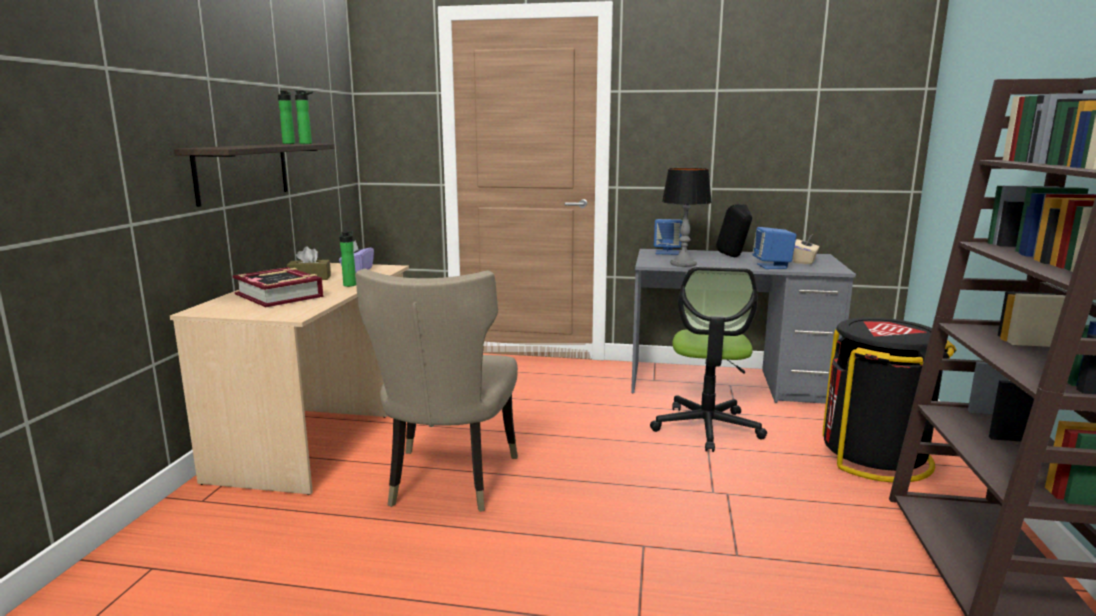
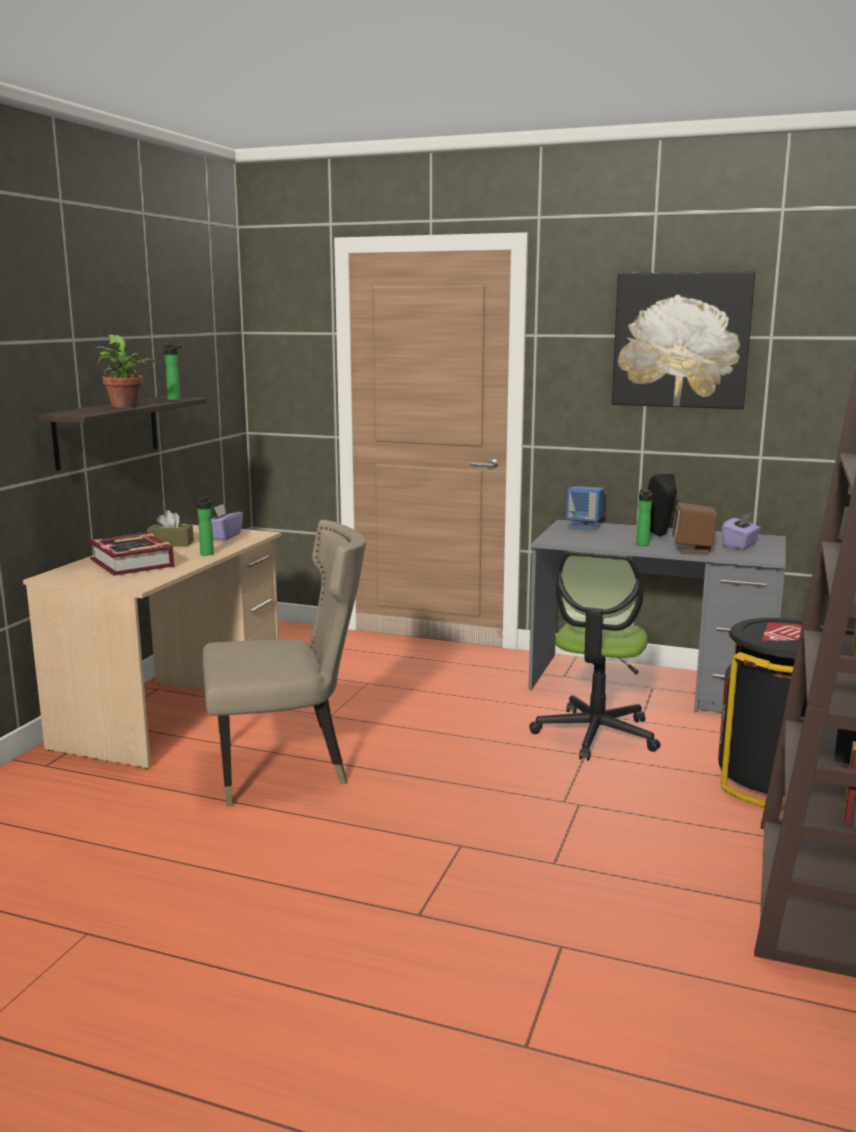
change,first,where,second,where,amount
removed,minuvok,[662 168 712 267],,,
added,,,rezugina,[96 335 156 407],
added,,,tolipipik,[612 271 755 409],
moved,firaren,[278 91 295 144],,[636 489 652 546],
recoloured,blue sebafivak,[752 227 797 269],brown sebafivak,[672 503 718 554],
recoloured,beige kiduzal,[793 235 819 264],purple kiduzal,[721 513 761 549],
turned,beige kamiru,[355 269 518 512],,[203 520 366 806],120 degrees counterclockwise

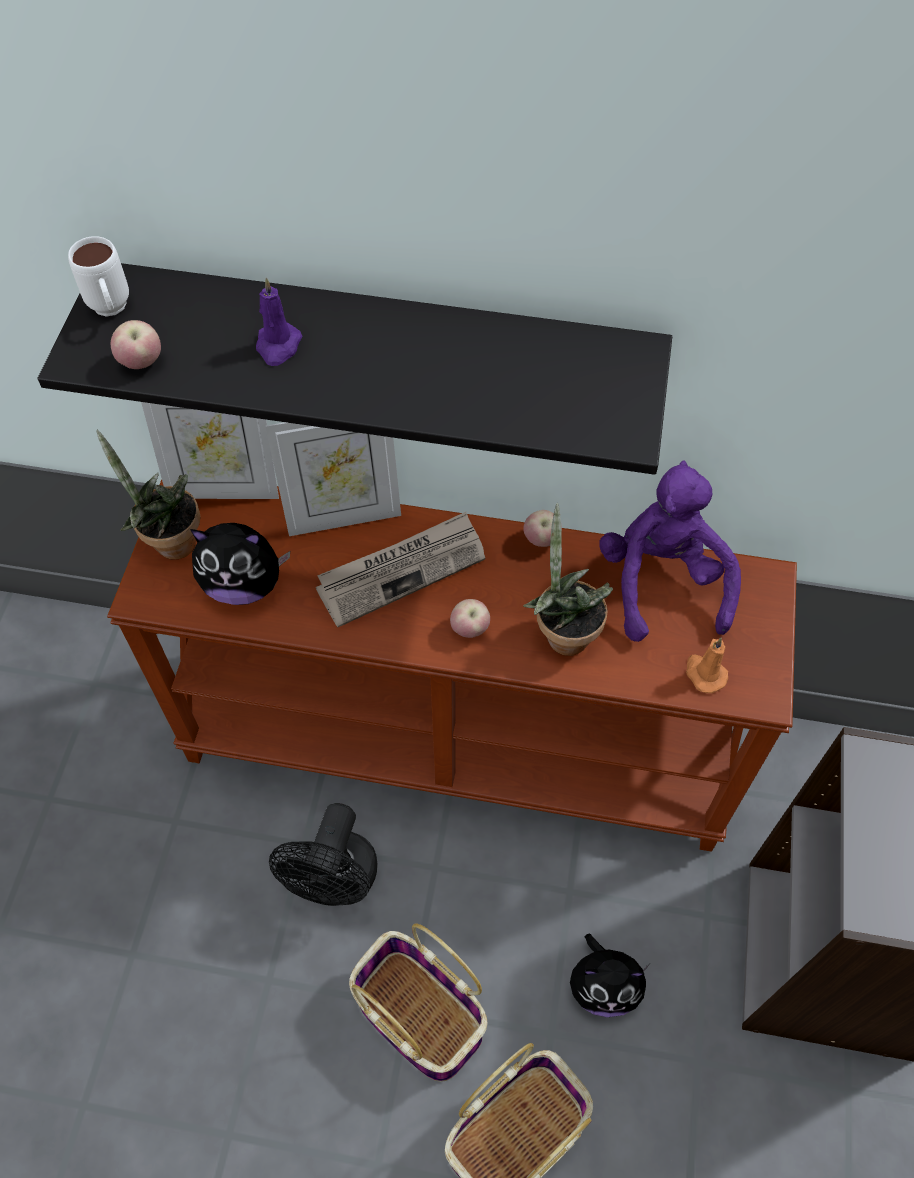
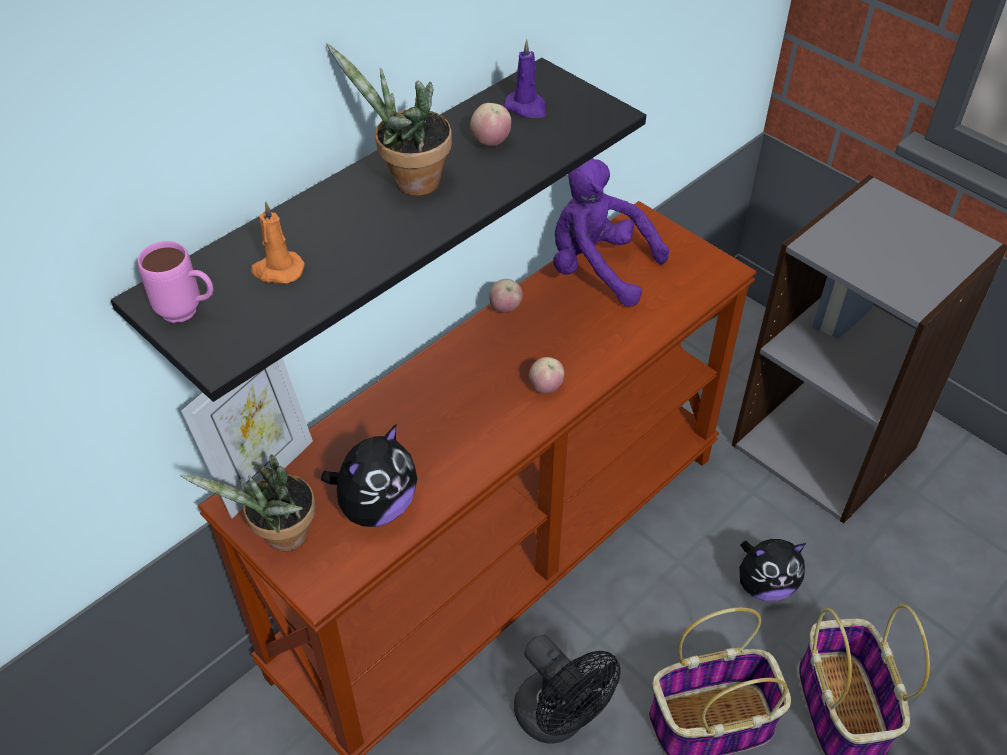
change,first,where,second,where,amount
removed,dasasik,[266 422 401 536],,,
removed,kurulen,[316 512 485 627],,,
moved,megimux,[111 320 161 369],,[470 103 511 146],
moved,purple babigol,[256 278 302 366],,[504 40 546 118],
moved,rezugina,[523 503 613 656],,[327 43 452 196],
moved,orange babigol,[686 638 728 693],,[251 201 305 284],
recoloured,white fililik,[68 236 129 316],pink fililik,[138 241 213 323],
turned,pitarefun,[570 934 650 1017],,[739 539 806 601],45 degrees clockwise

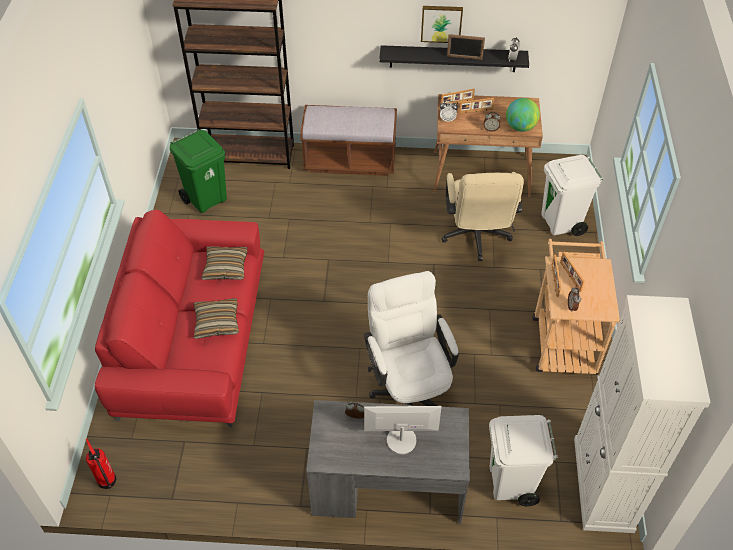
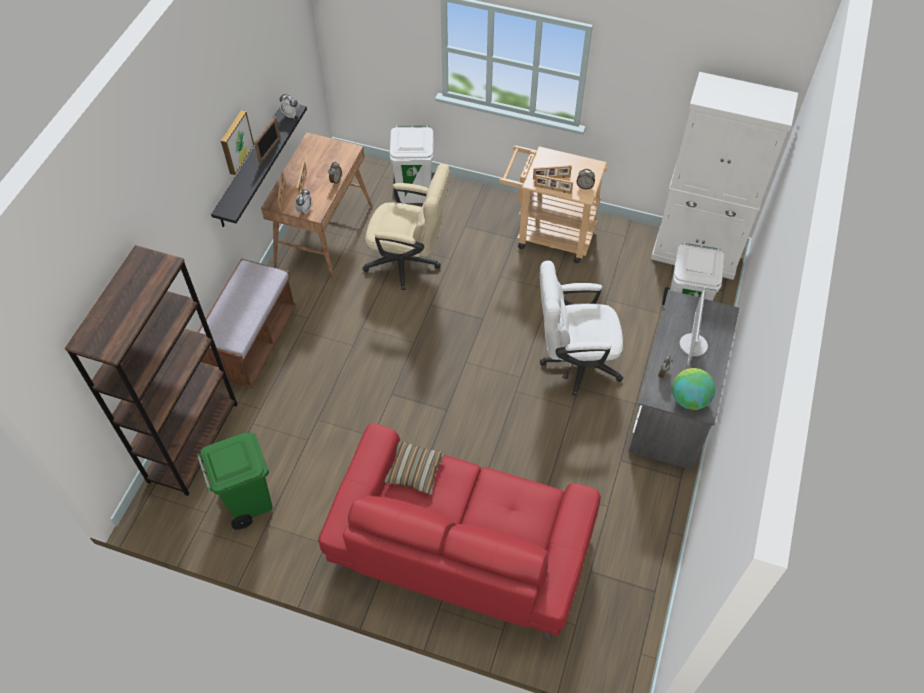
change,first,where,second,where,amount
removed,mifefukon,[86 439 116 489],,,
removed,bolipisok,[194 298 239 339],,,
moved,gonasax,[506 98 540 132],,[672 368 715 410],

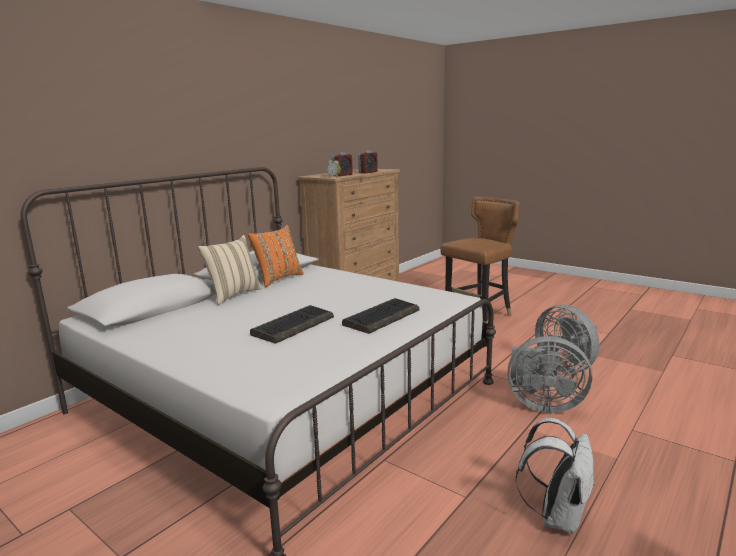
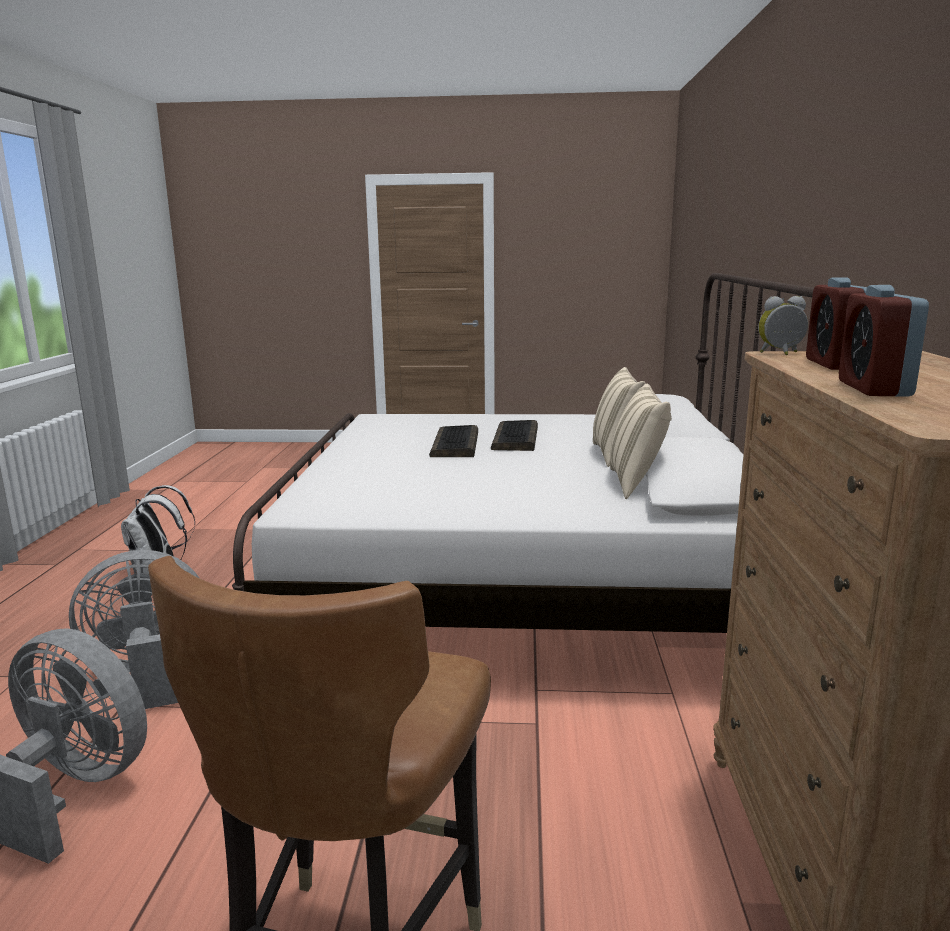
change,first,where,second,where,amount
moved,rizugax,[342 298 419 334],,[491 420 538 451],
recoloured,orange bolipisok,[248 225 304 287],beige bolipisok,[610 384 672 499],

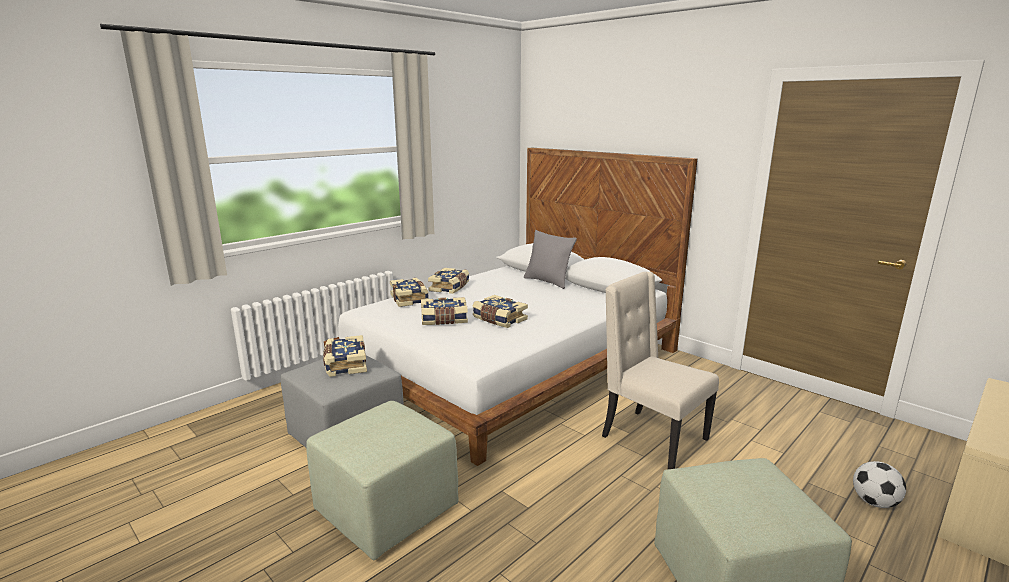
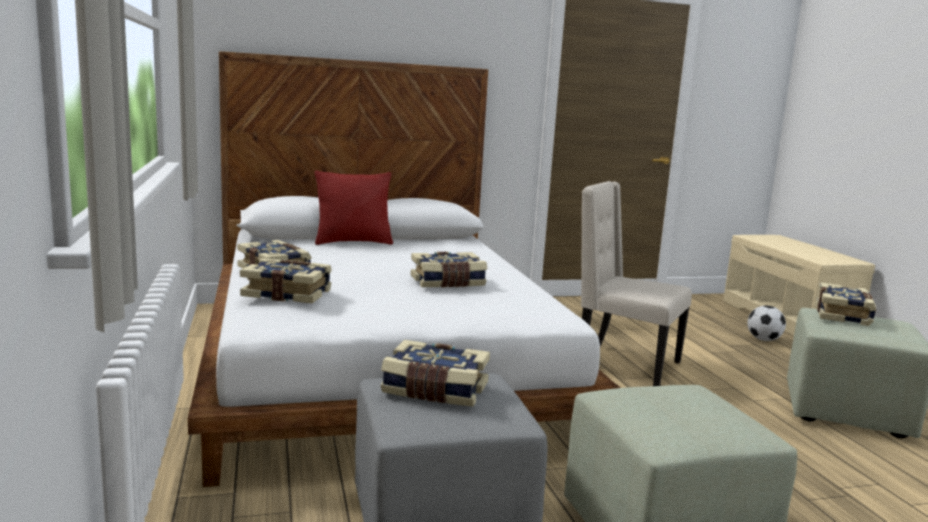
change,first,where,second,where,amount
moved,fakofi,[421 297 468 325],,[816 282 876 326],
recoloured,grey bolipisok,[524 230 577 289],red bolipisok,[315 170 393 245],
turned,beige kamiru,[602 272 719 469],,[581 181 692 386],45 degrees clockwise

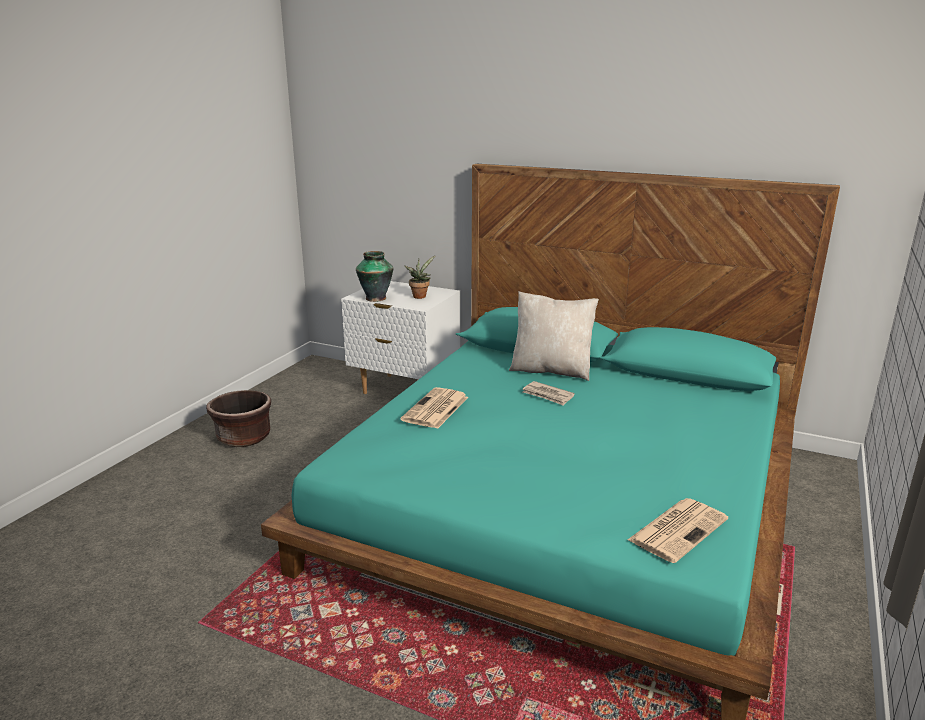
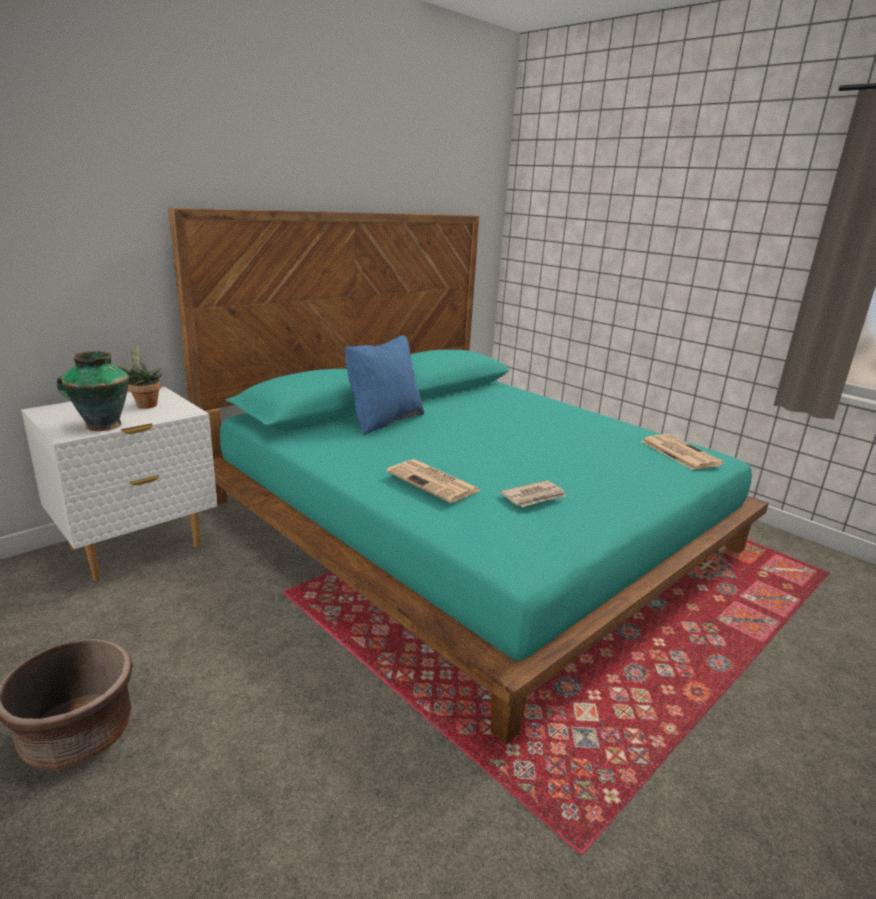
change,first,where,second,where,amount
moved,kurulen,[523 381 575 406],,[500 480 567 507],
recoloured,beige bolipisok,[509 291 599 381],blue bolipisok,[345 335 424 435],

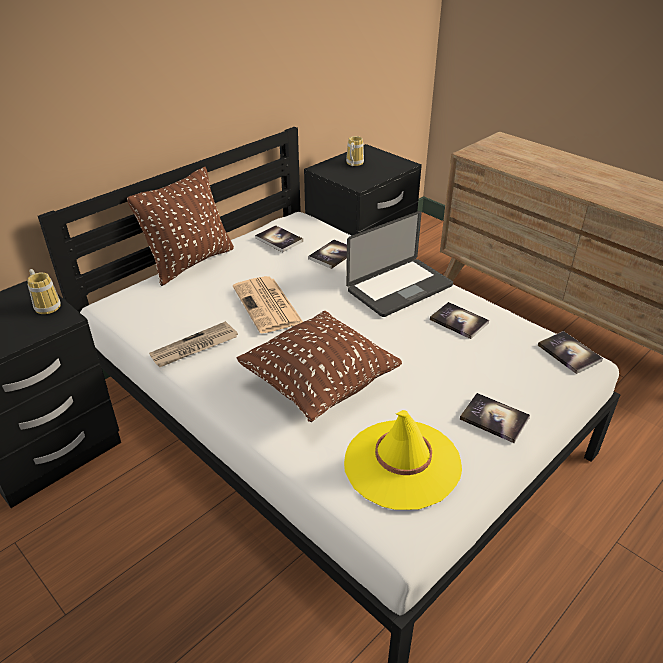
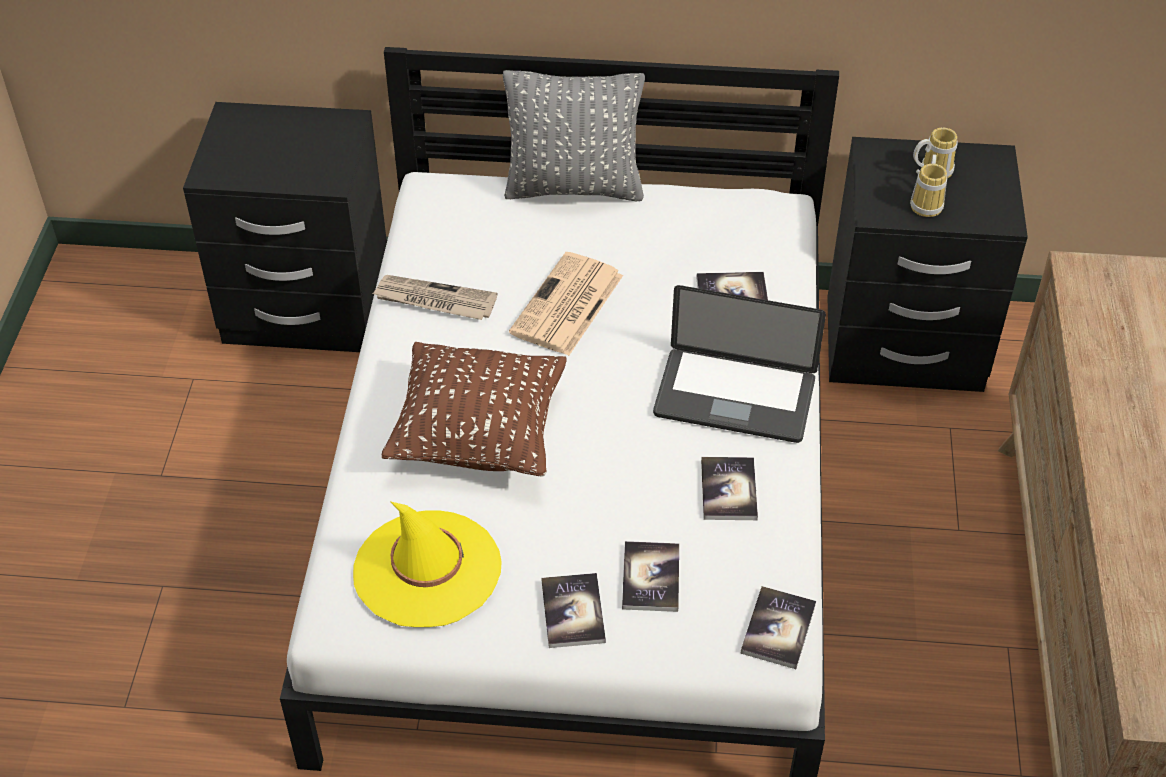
change,first,where,second,where,amount
moved,fililik,[27 269 61 314],,[910 154 947 217],
moved,fakofi,[255 225 303 252],,[622 541 679 612],
recoloured,brown bolipisok,[127 167 234 286],grey bolipisok,[503 70 645 201],

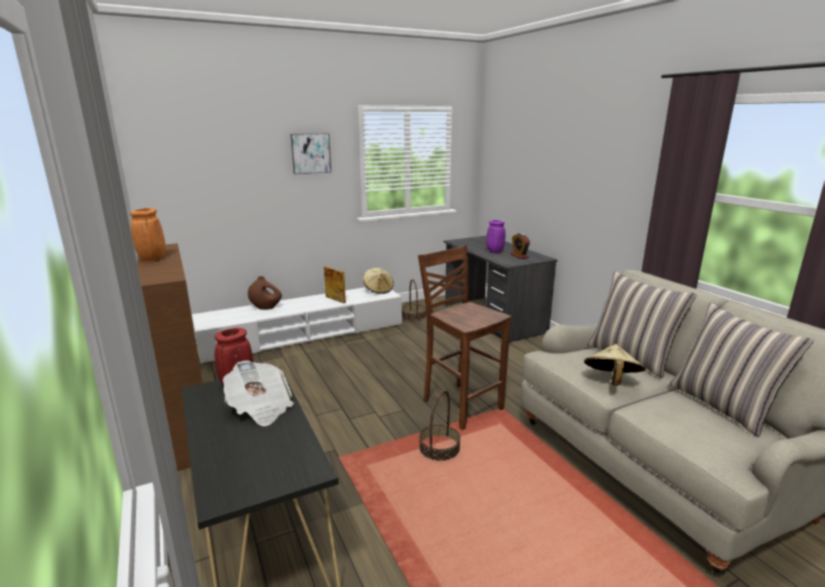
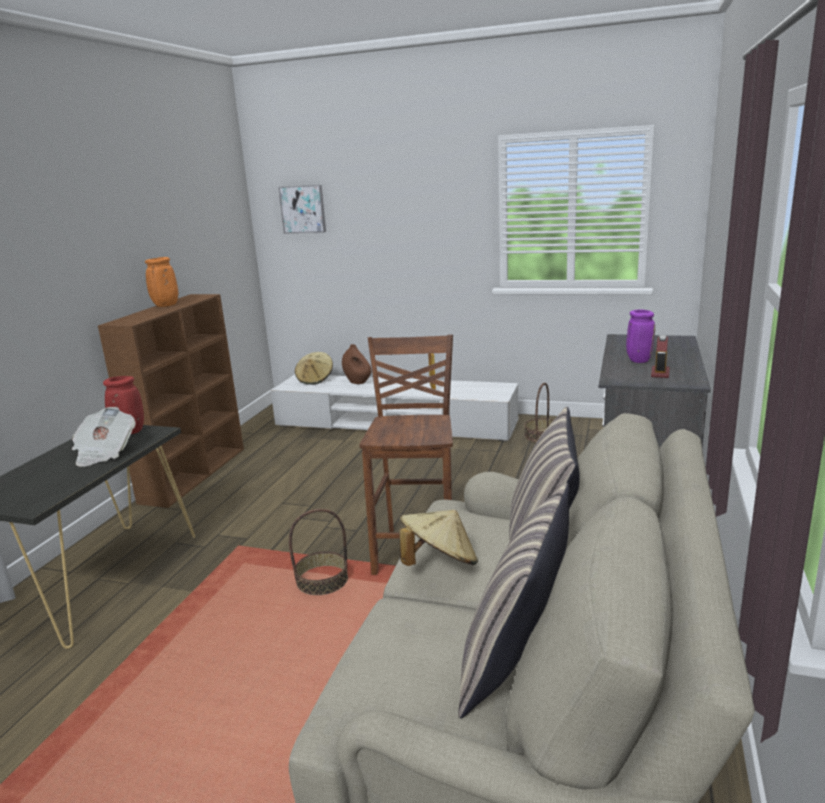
change,first,where,second,where,amount
moved,tolipipik,[291 133 331 174],,[278 185 326 234],
moved,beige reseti,[363 268 394 294],,[295 352 333 385],

